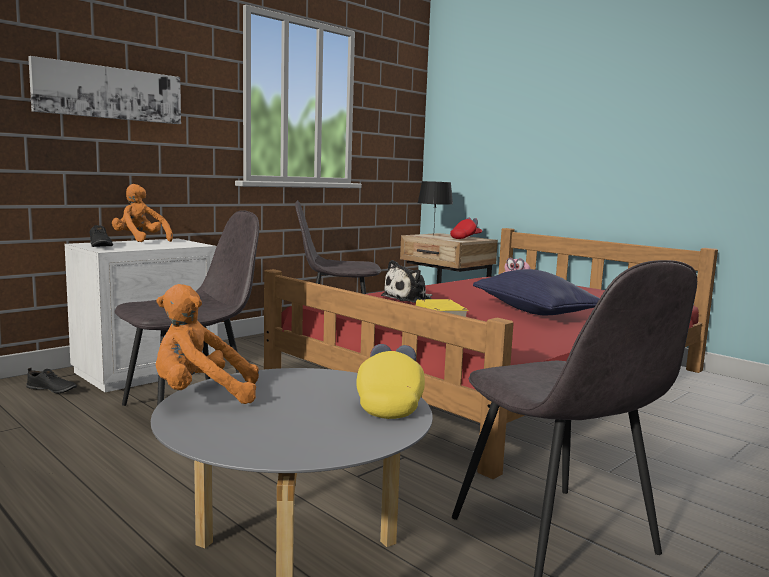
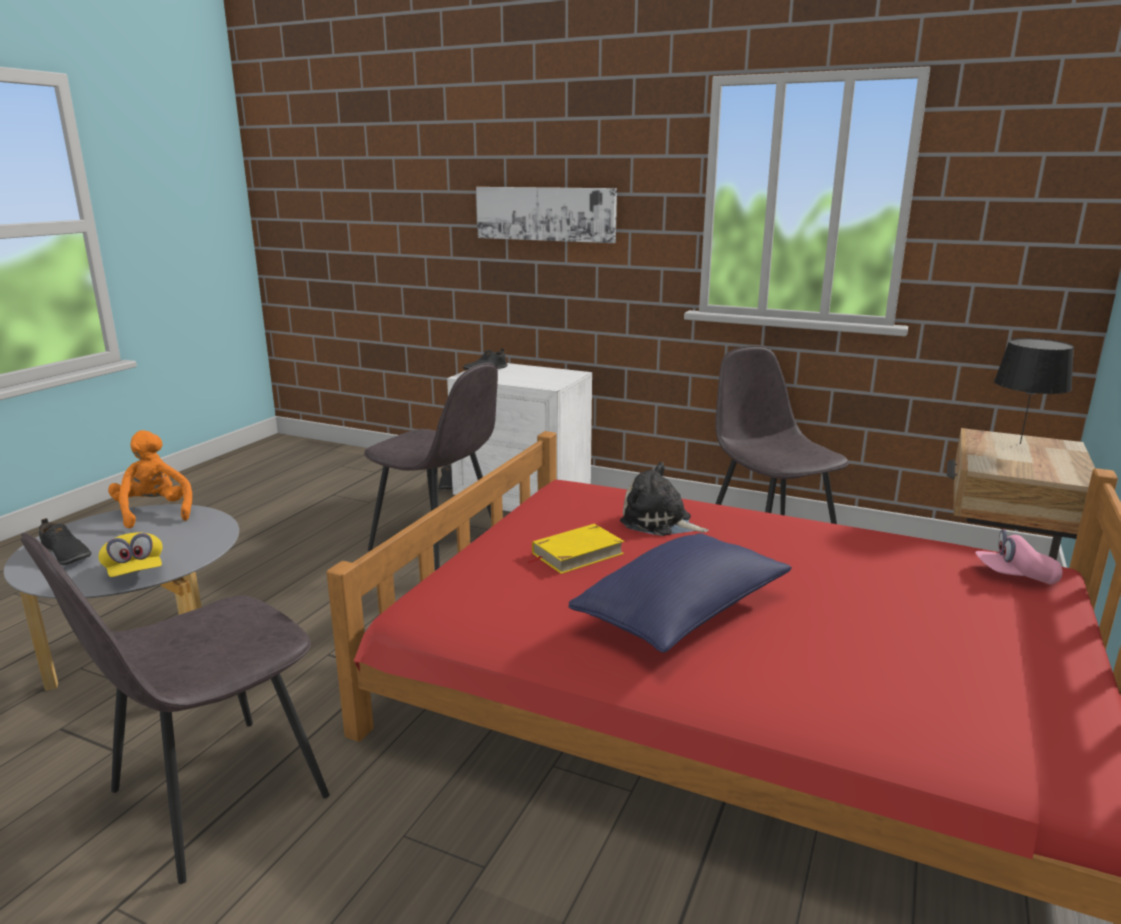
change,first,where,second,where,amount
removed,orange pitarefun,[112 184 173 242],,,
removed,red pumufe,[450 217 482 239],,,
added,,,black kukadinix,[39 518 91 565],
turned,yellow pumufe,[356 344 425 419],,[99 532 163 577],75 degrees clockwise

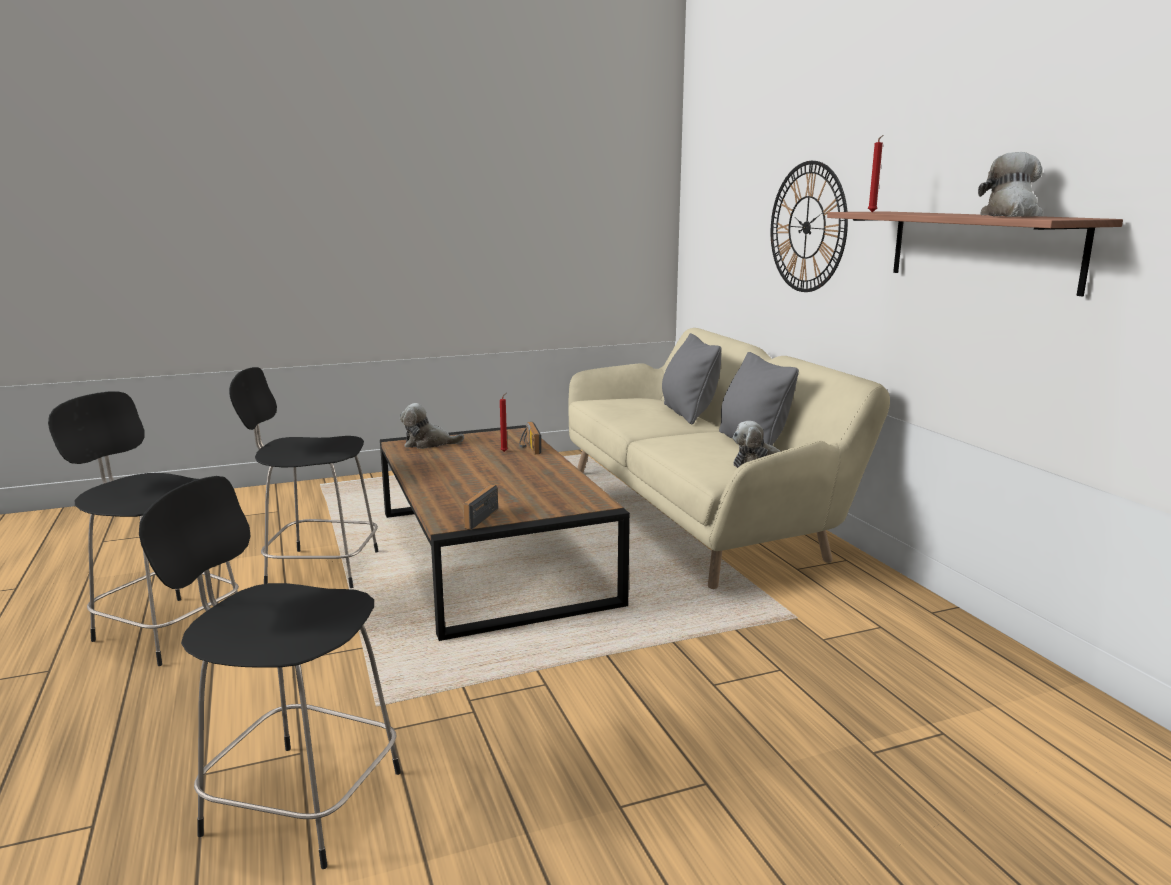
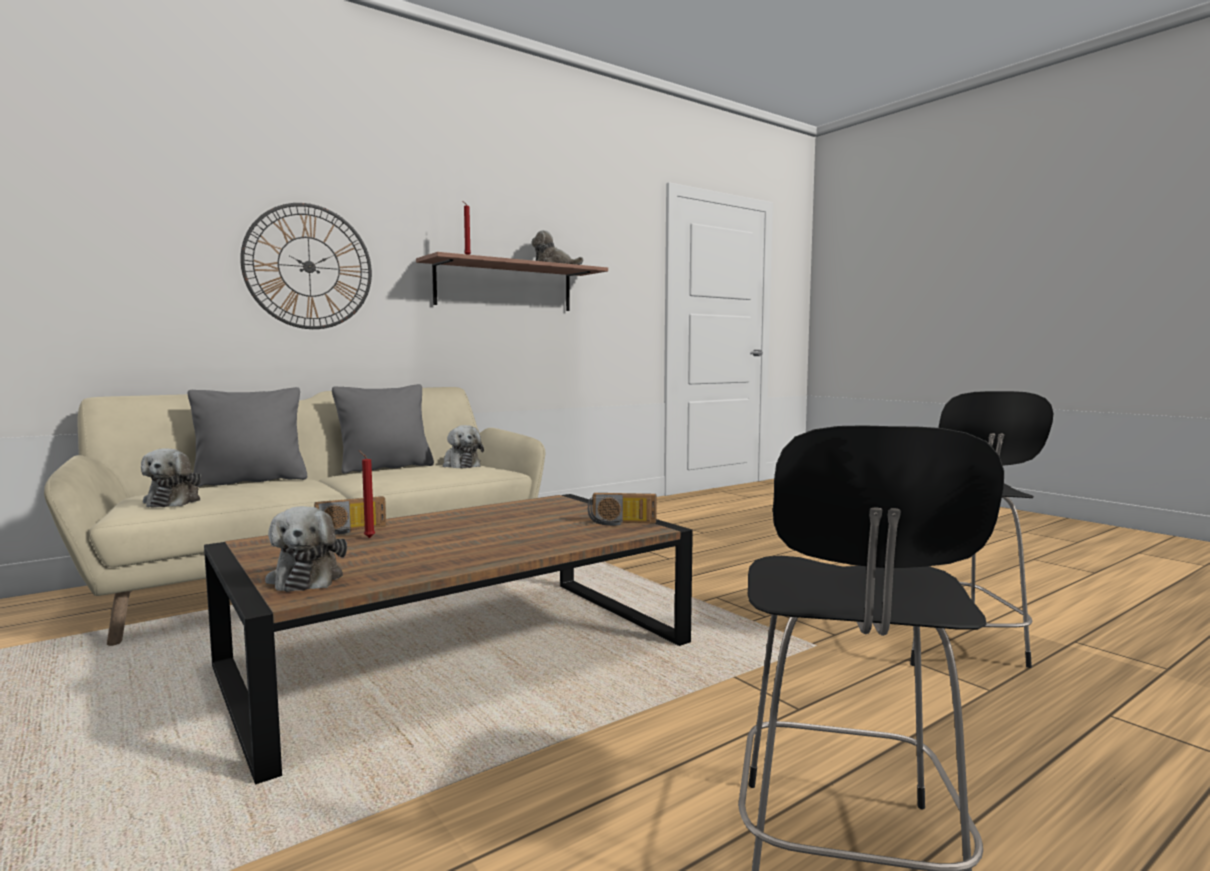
change,first,where,second,where,amount
removed,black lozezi,[229 367 379 588],,,
added,,,pitarefun,[141 448 202 508],

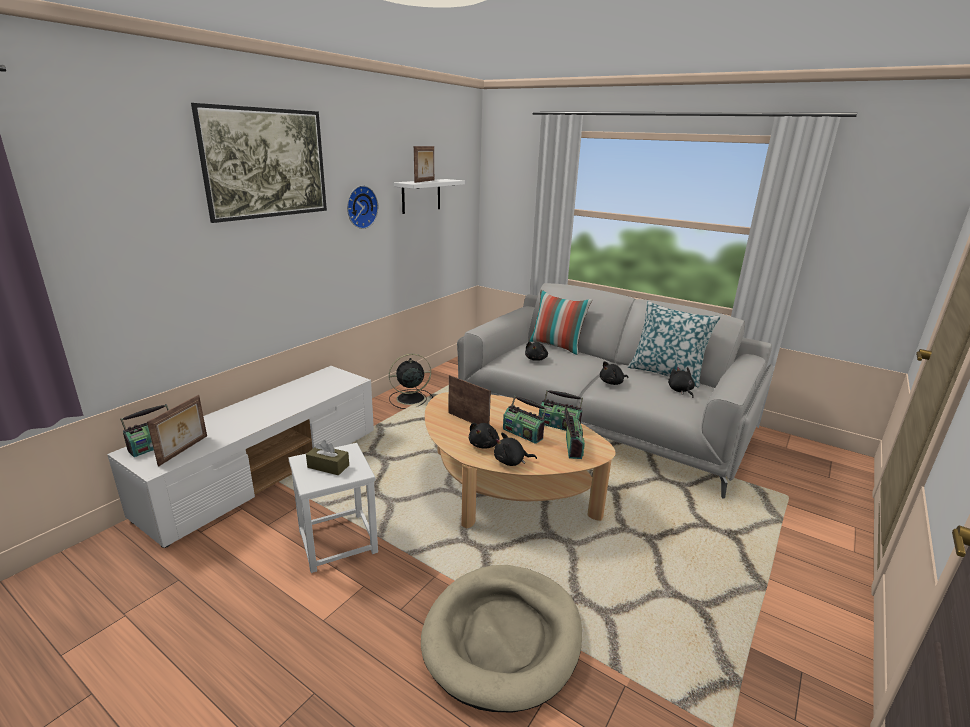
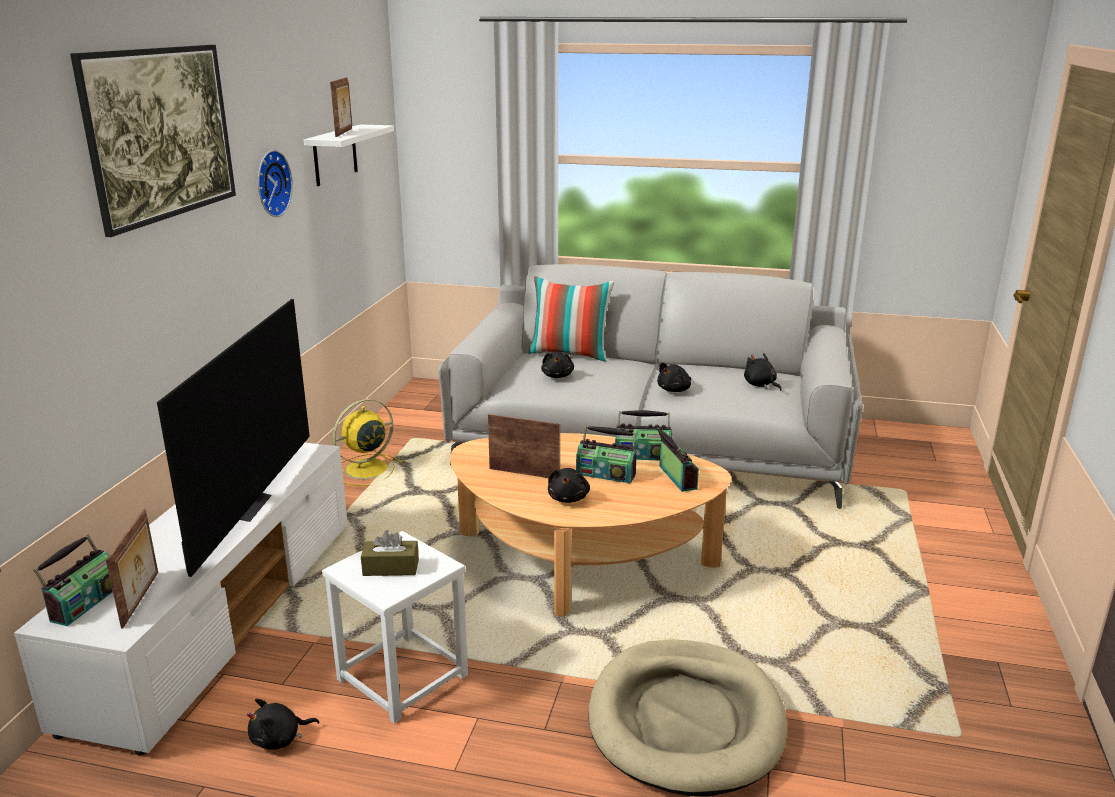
change,first,where,second,where,amount
removed,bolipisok,[628 301 721 388],,,
added,,,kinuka,[157 299 310 577],
moved,black pitarefun,[494 433 537 466],,[247 698 320 750],
recoloured,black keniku,[389 354 433 409],yellow keniku,[333 399 403 486],

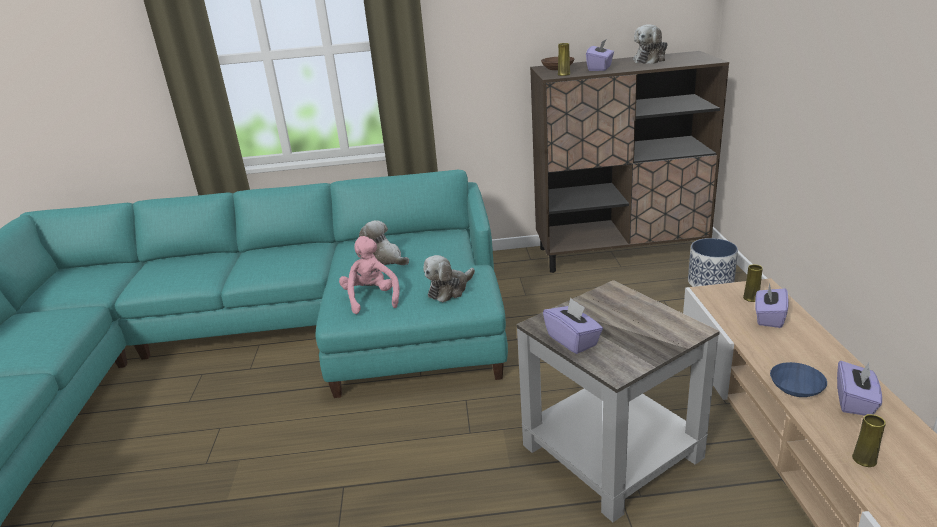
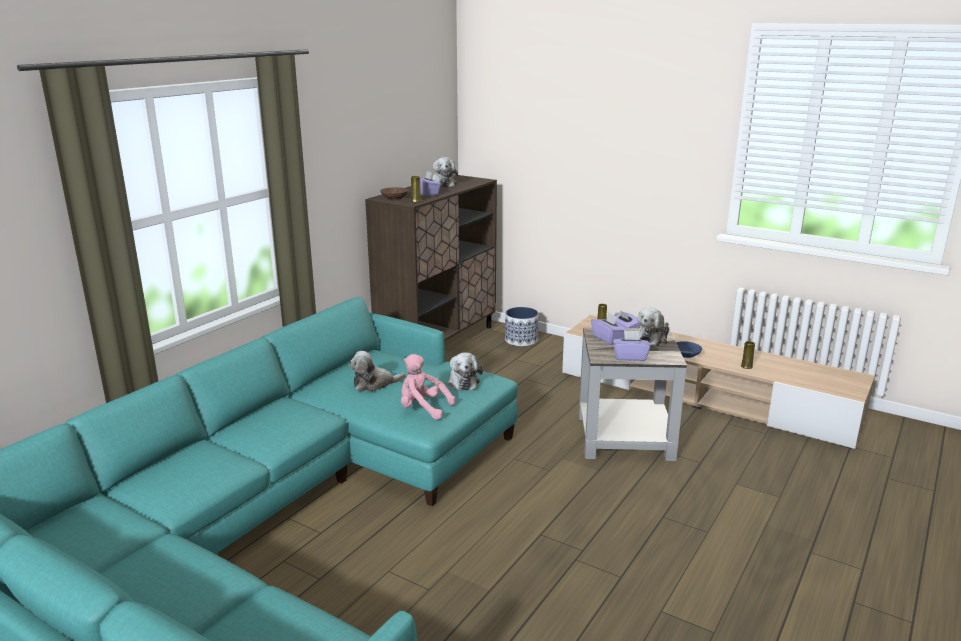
change,first,where,second,where,amount
added,,,pitarefun,[637 308 669 347],
moved,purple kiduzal,[837 361 882 416],,[591 313 628 345],

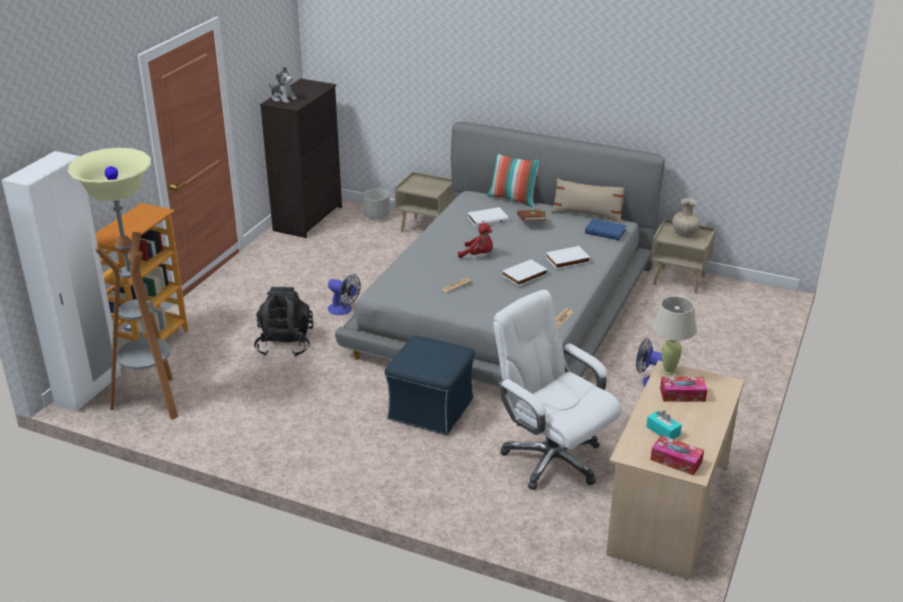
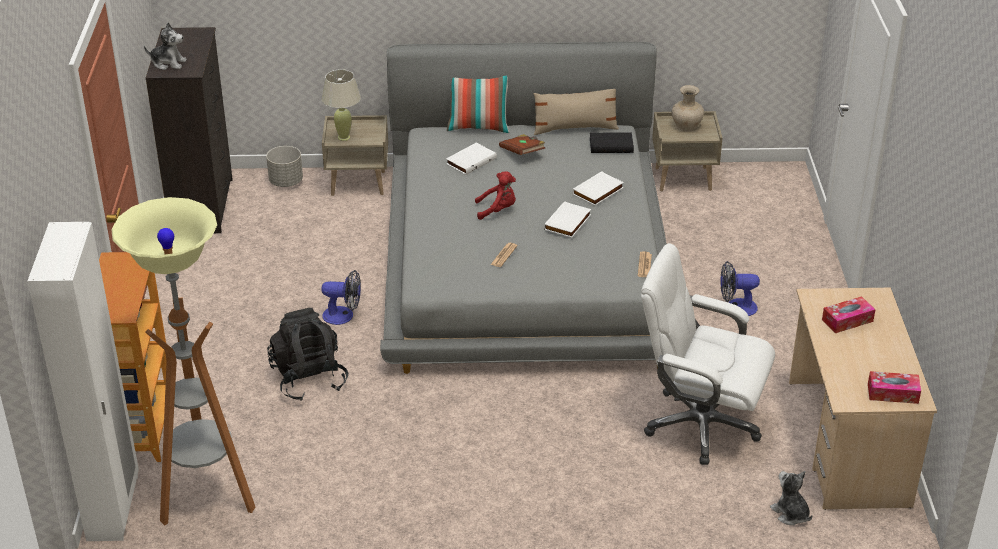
change,first,where,second,where,amount
removed,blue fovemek,[385 335 475 435],,,
removed,turquoise kiduzal,[646 410 682 439],,,
added,,,pitarefun,[770 471 812 525],
moved,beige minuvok,[652 296 697 375],,[322 69 361 141],
recoloured,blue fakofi,[585 219 627 240],black fakofi,[590 132 634 153],

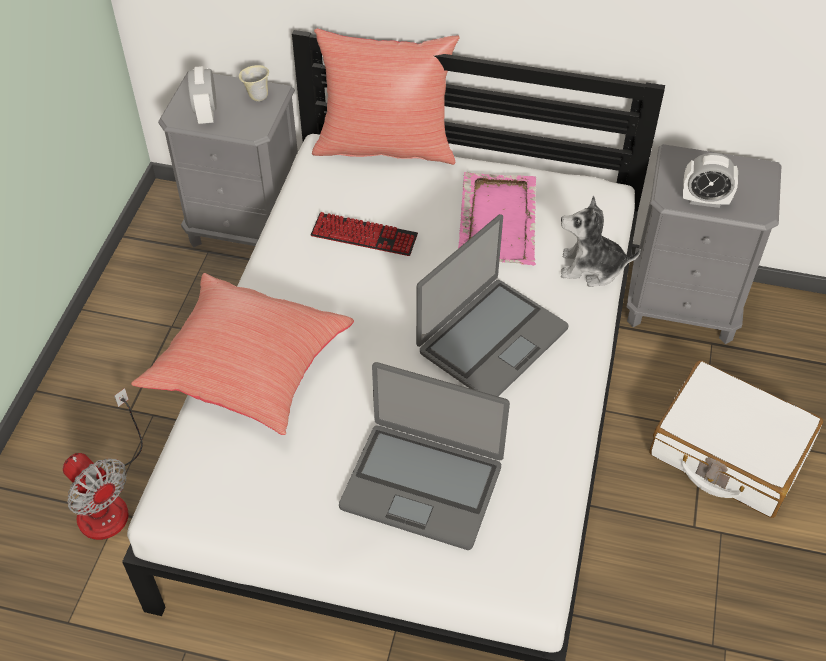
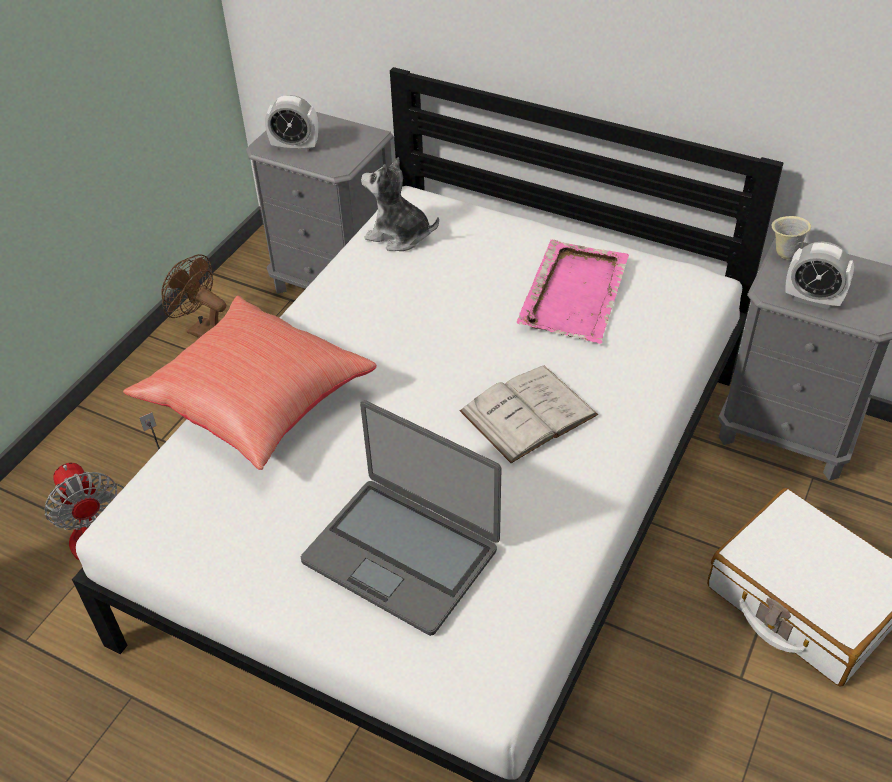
change,first,where,second,where,amount
removed,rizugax,[311 212 418 256],,,
removed,red bolipisok,[312 29 460 165],,,
added,,,brown keniku,[162 254 226 338],
moved,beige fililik,[239 65 269 101],,[771 216 811 259],
moved,pitarefun,[561 196 641 287],,[361 157 439 251],
replaced,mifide,[416 214 569 397],white fakofi,[460 366 598 463],
turned,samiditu,[188 66 217 124],,[265 95 318 152],90 degrees counterclockwise

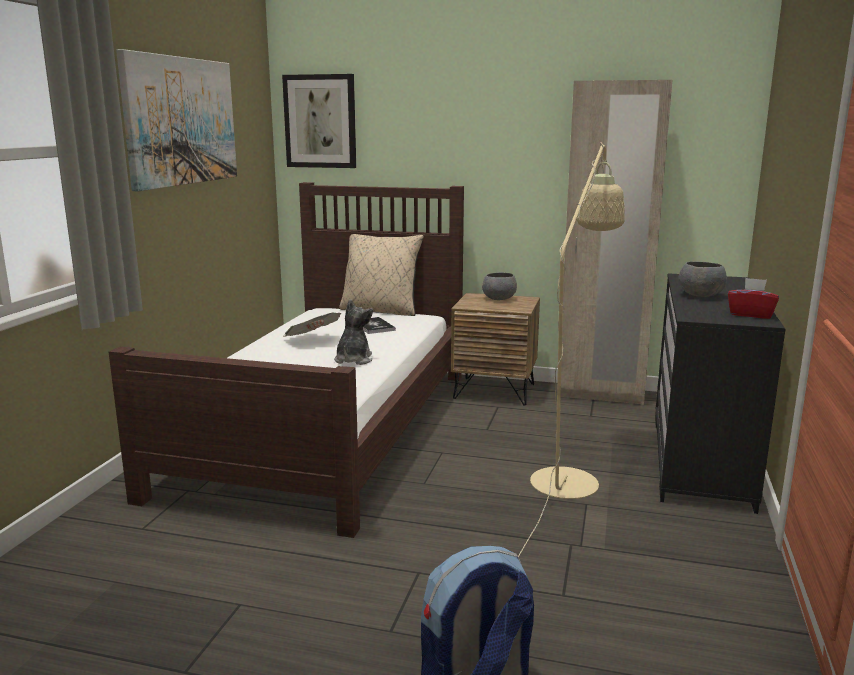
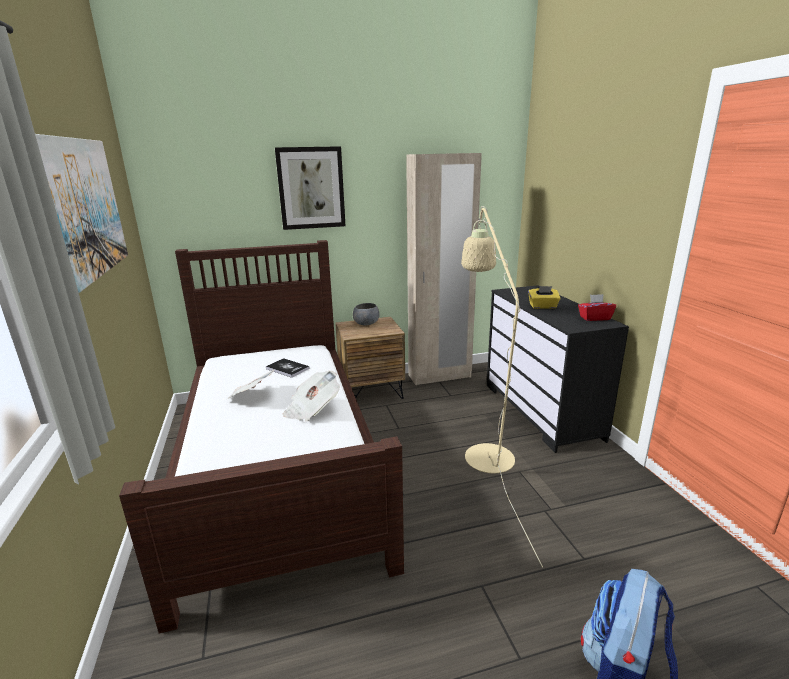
change,first,where,second,where,amount
removed,beige bolipisok,[339 234 424 316],,,
moved,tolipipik,[282 74 356 168],,[275 146 346 230],
replaced,pitarefun,[334 299 373 365],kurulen,[283 371 340 421],
replaced,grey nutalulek,[678 262 727 297],yellow kiduzal,[528 286 561 309],

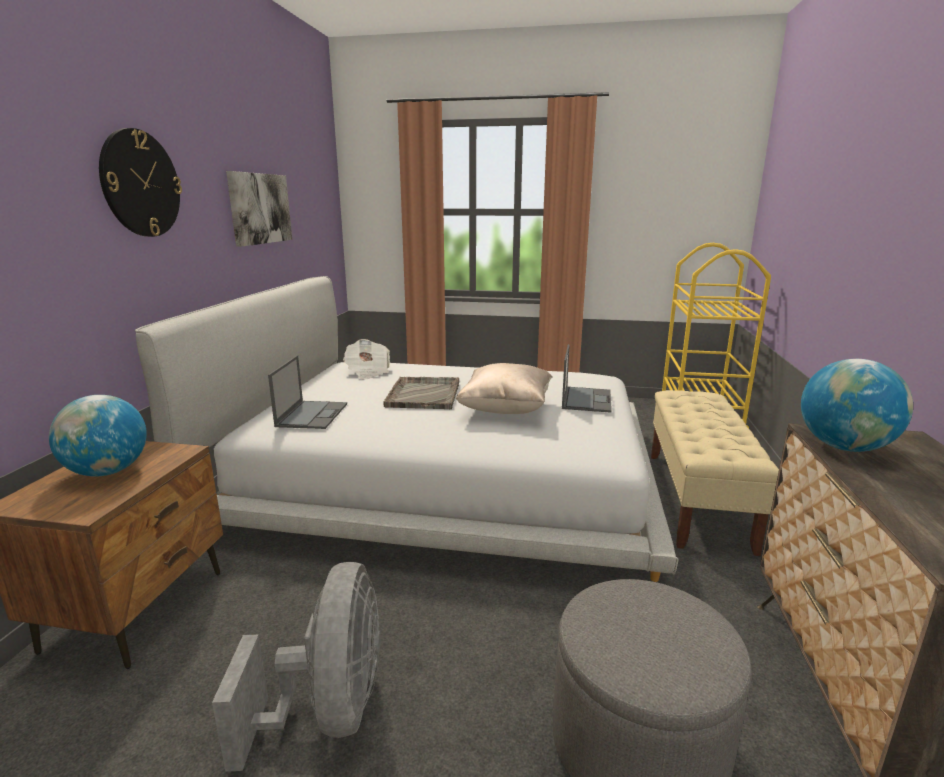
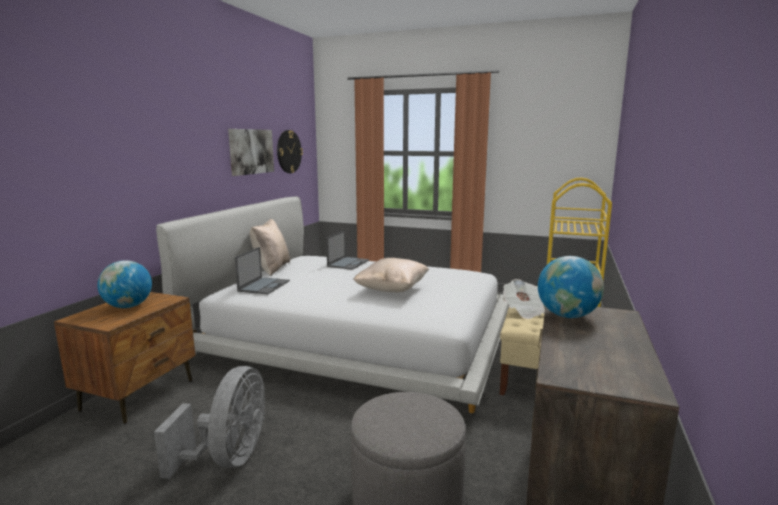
change,first,where,second,where,amount
removed,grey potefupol,[384 377 459 409],,,
added,,,beige bolipisok,[250 219 290 276],
moved,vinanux,[99 128 182 237],,[277 130 303 173],
moved,kurulen,[343 339 390 380],,[503 279 545 319],
moved,mifide,[562 344 612 413],,[326 231 369 270],

